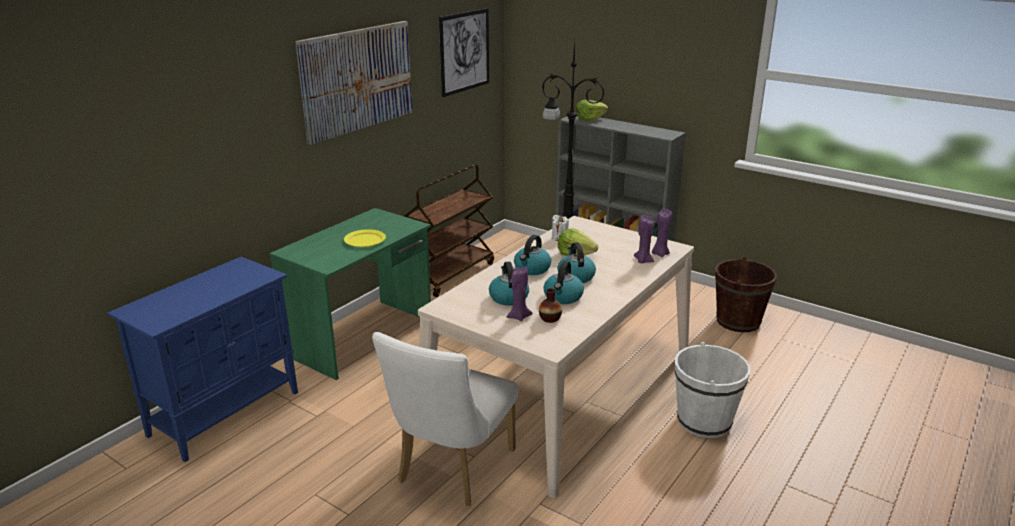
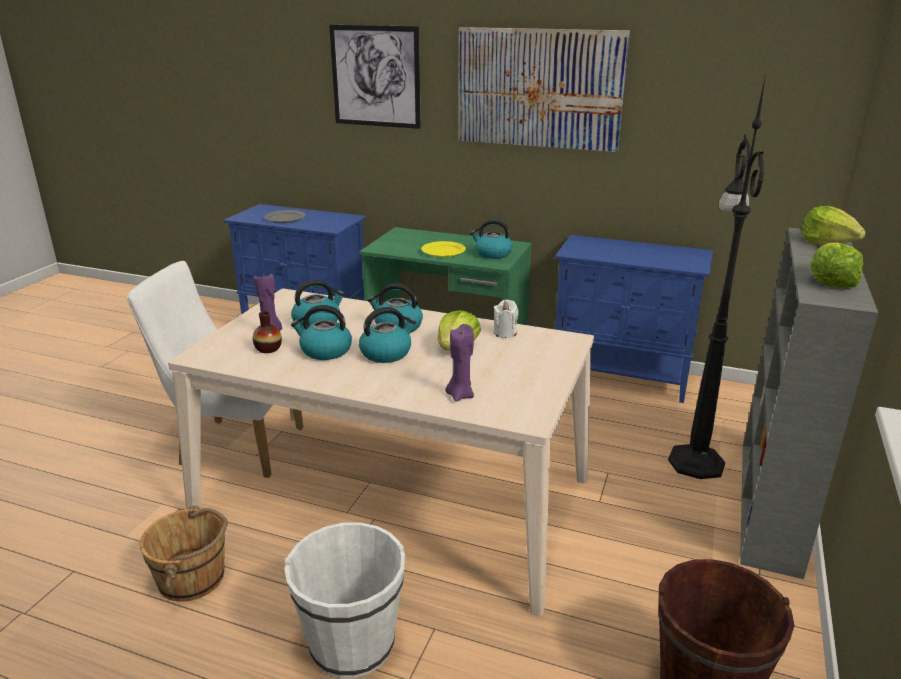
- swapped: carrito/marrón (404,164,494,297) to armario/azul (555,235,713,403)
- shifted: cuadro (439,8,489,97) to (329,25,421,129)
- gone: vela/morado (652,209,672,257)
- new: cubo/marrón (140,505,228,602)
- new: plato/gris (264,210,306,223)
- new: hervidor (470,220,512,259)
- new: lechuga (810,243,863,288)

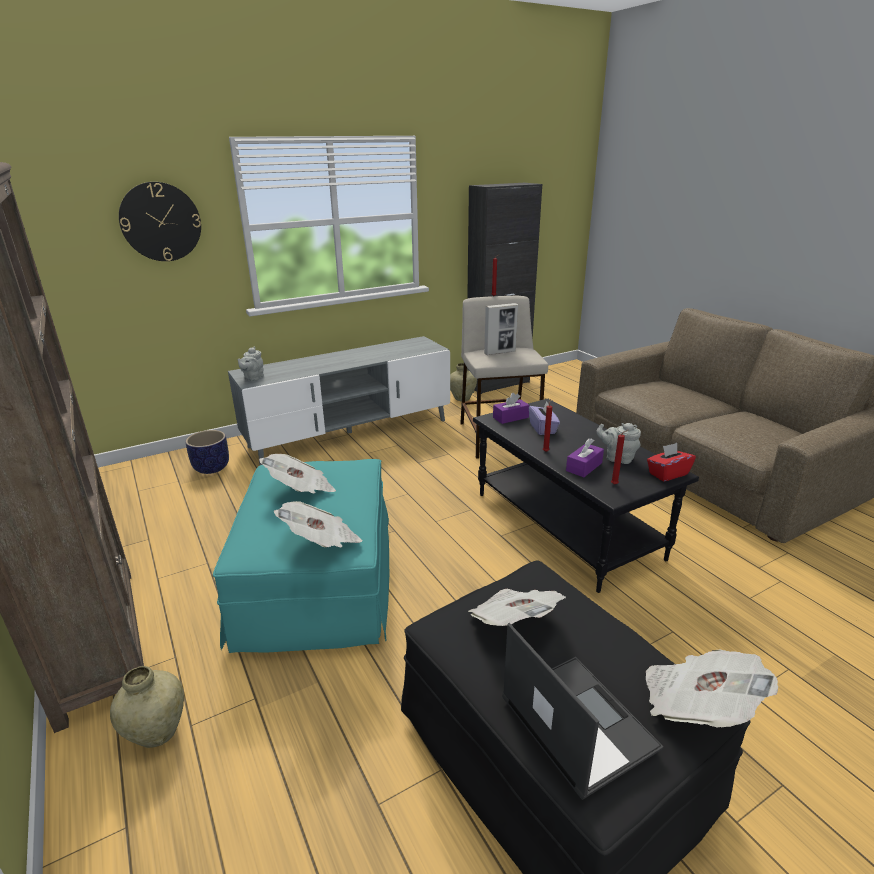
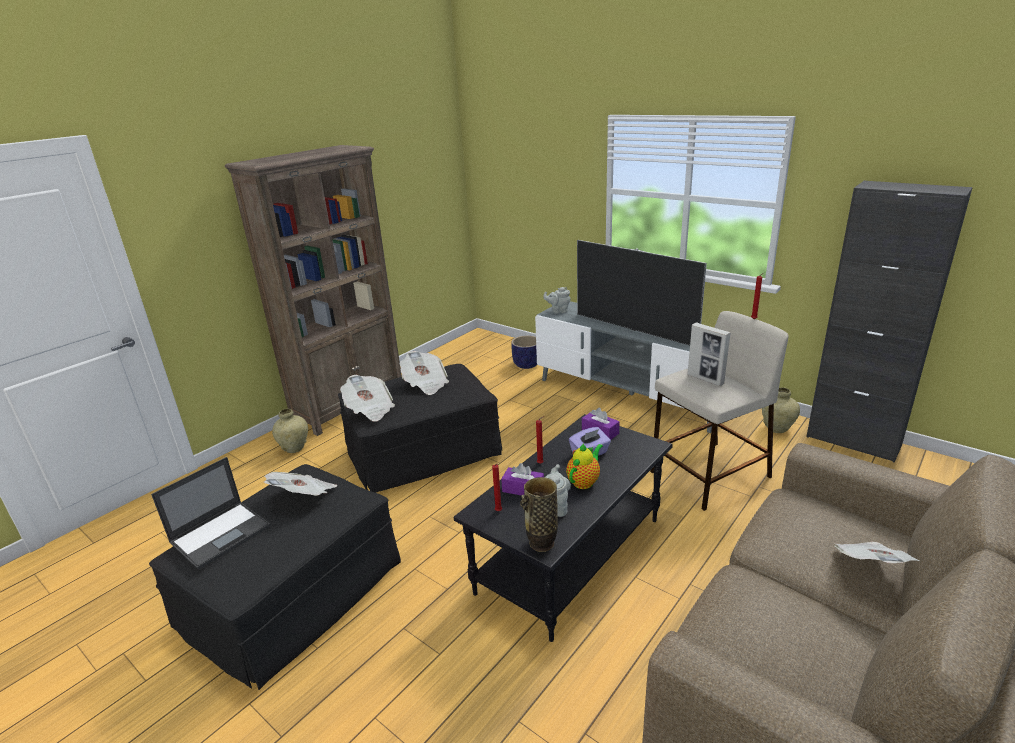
- gone: reloj de pared (119,182,201,261)
- repainted: puf/turquesa (213,459,389,653) to puf/negro (338,364,502,493)
- shifted: periódico (646,649,778,728) to (834,542,919,563)
- swapped: caja de pañuelos/rojo (647,443,696,482) to florero (520,477,558,552)
- new: tetera (566,444,603,489)
- new: televisor (577,240,707,346)

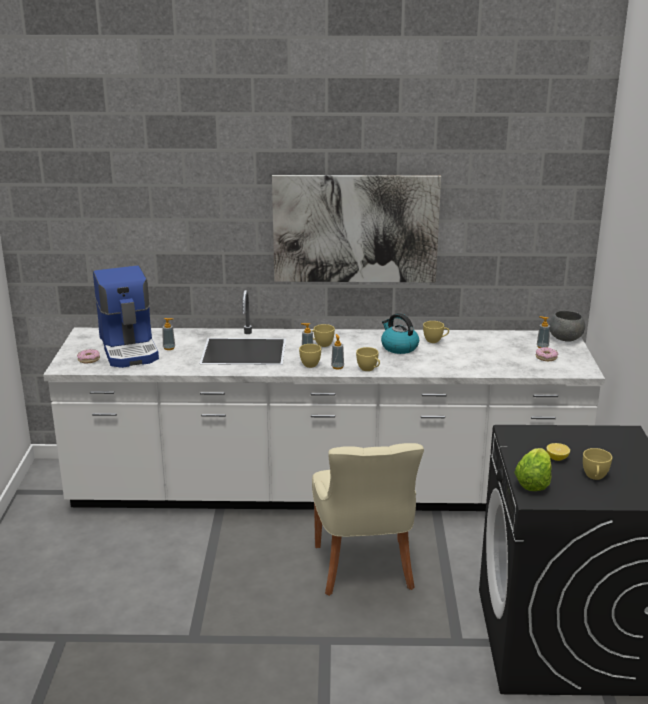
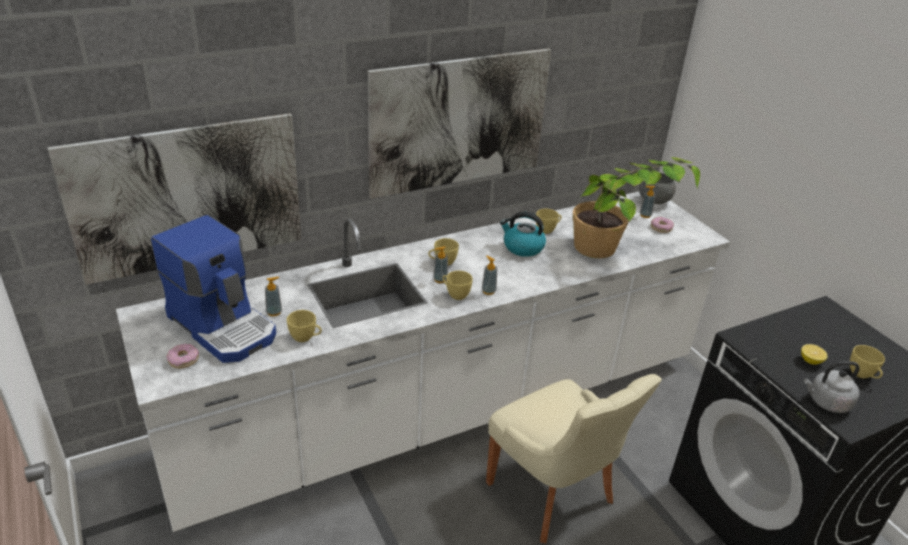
- shifted: taza/amarillo (356,347,380,371) to (287,310,322,342)
- swapped: lechuga (514,448,552,491) to hervidor/gris (804,361,860,413)
- new: cuadro (48,113,301,285)
- new: planta en maceta (573,157,700,258)

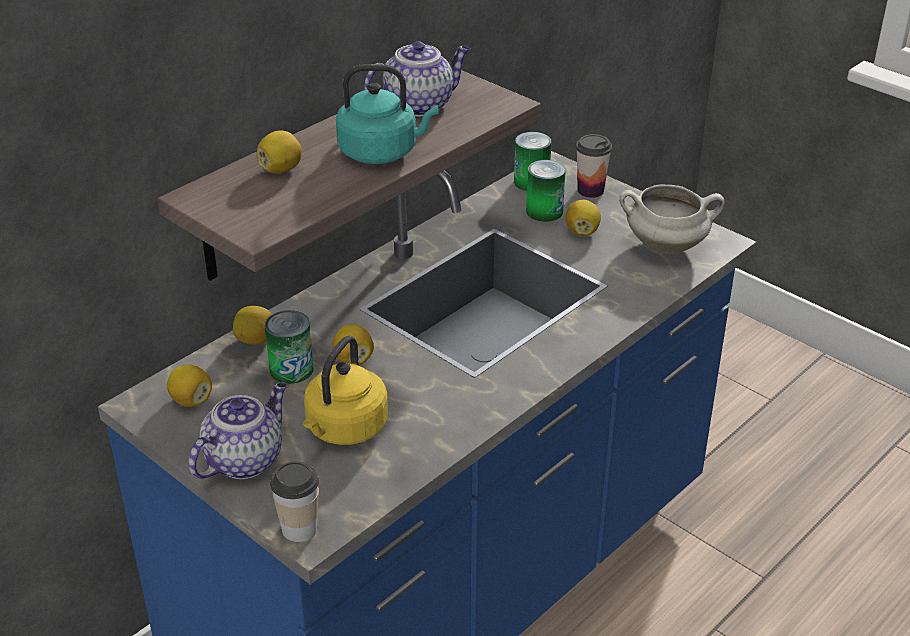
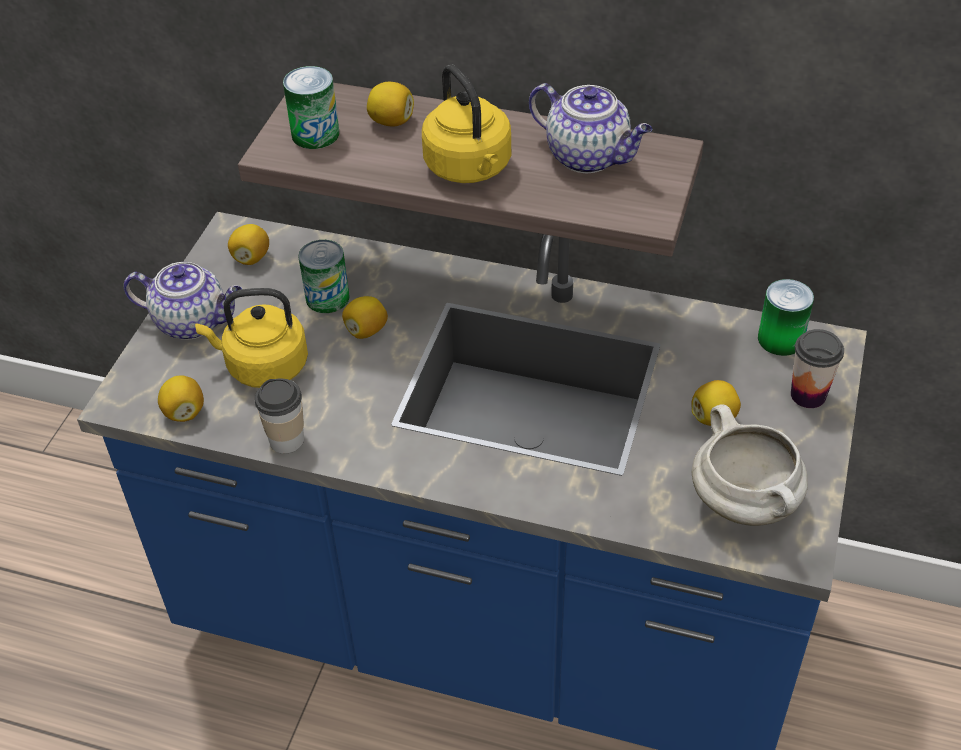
- shifted: limón (233,306,272,345) to (158,375,204,422)
- shifted: taza (270,461,319,542) to (255,379,304,454)
- repainted: hervidor/turquesa (336,64,439,164) to hervidor/amarillo (422,64,511,183)
- shifted: lata (526,160,566,222) to (283,66,340,149)

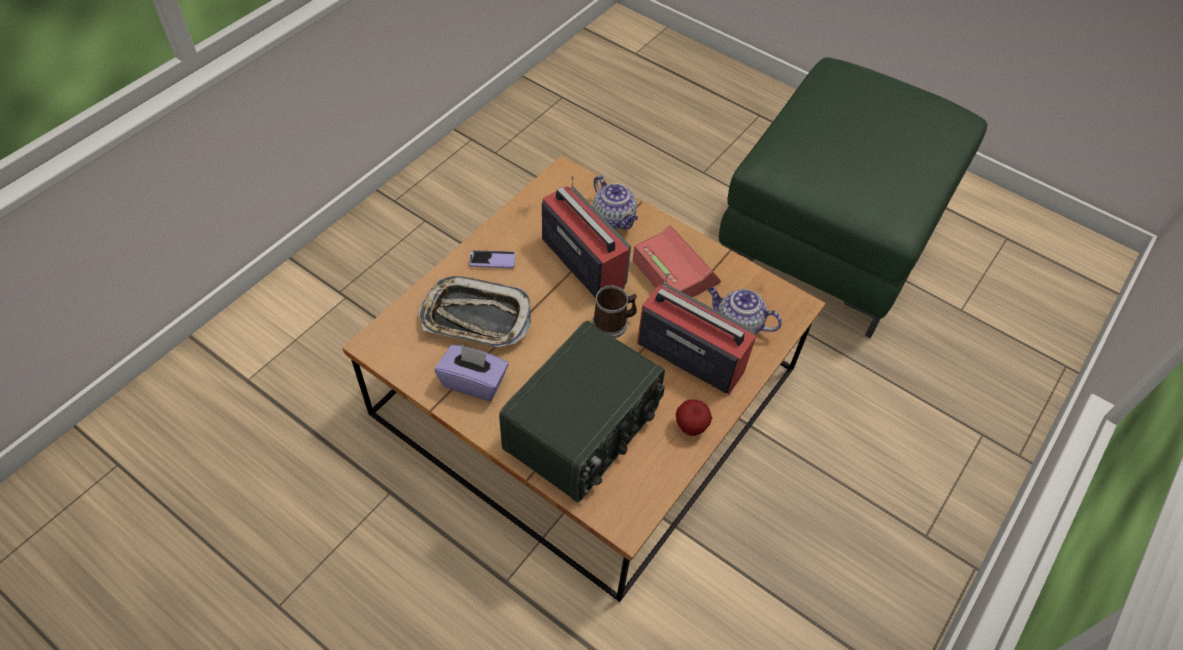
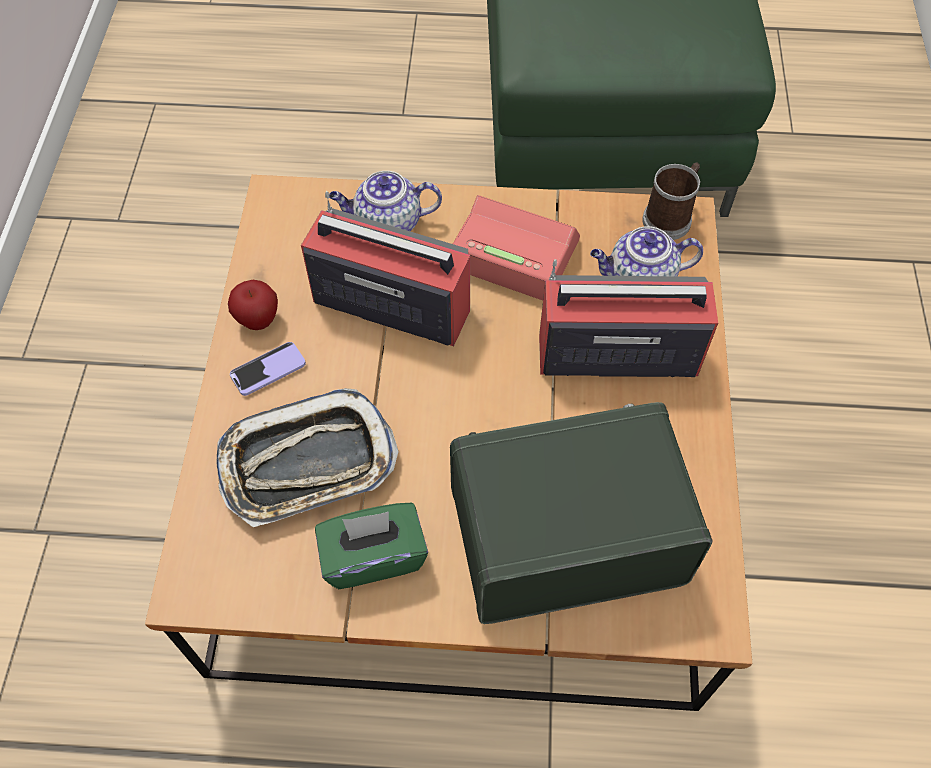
- repainted: caja de pañuelos/morado (435,344,509,401) to caja de pañuelos/verde (315,503,428,589)
- rotated: radio (499,321,665,502) = (450,402,713,624) 105 degrees counterclockwise
- shifted: taza grande (592,285,637,338) to (642,163,701,240)
- rotated: tetera (593,175,638,230) = (329,171,442,231) 150 degrees clockwise
- shifted: manzana (676,399,712,436) to (228,280,278,330)

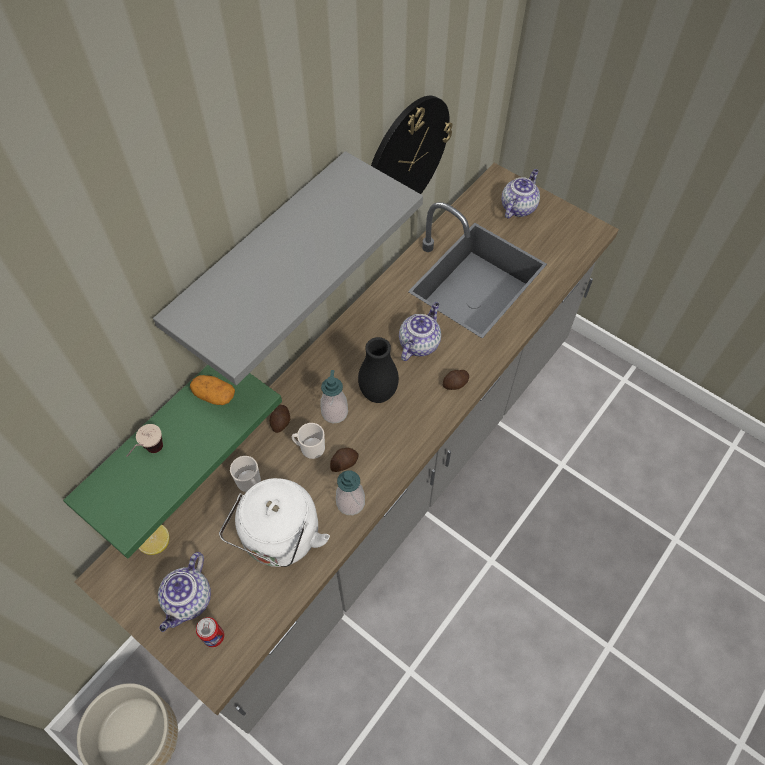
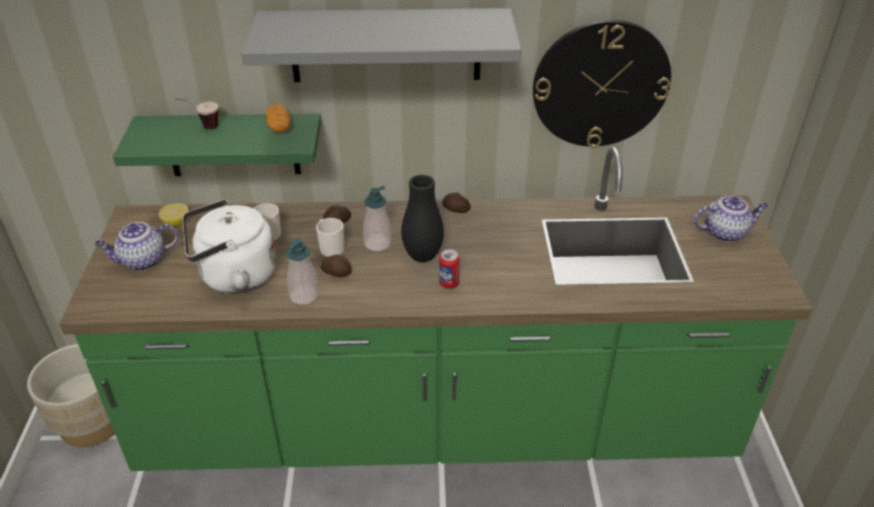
- repainted: mueble bajo de cocina/gris (74,163,619,734) to mueble bajo de cocina/verde (59,147,813,471)
- shifted: lata (196,617,224,647) to (439,249,460,289)
- gone: tetera (399,302,441,361)
- shifted: patata (443,370,469,390) to (442,192,471,213)

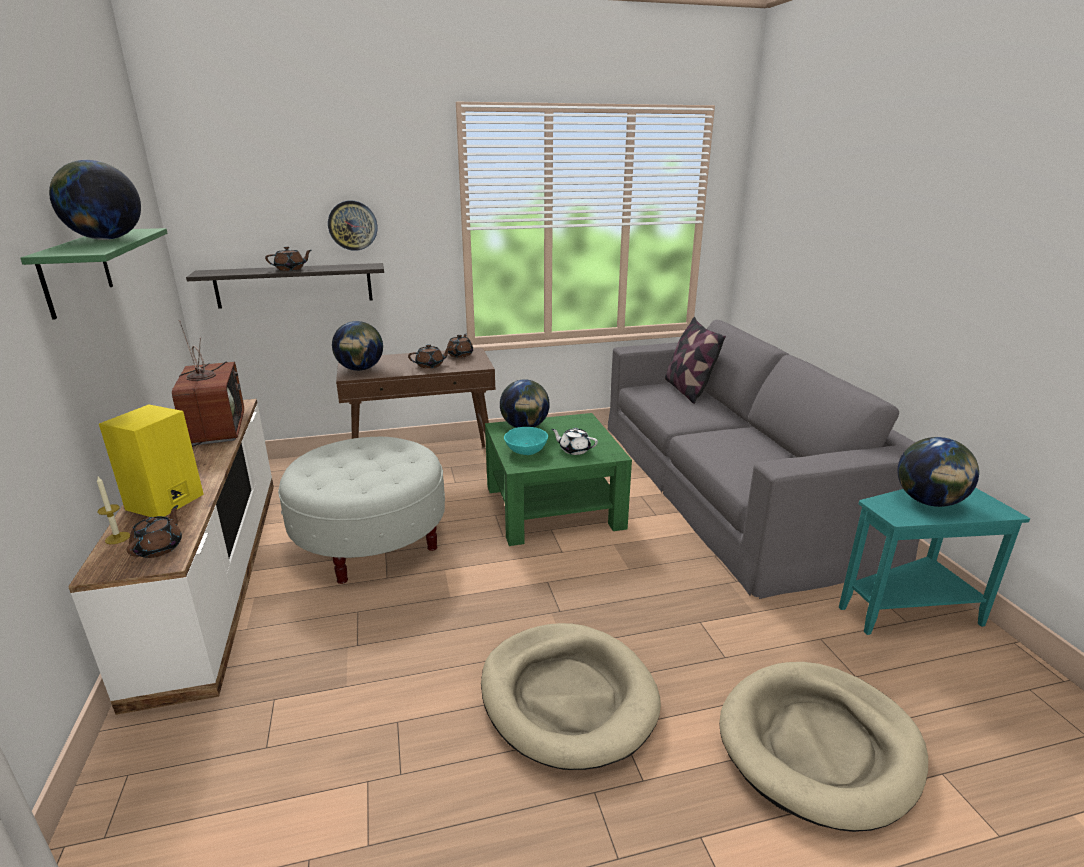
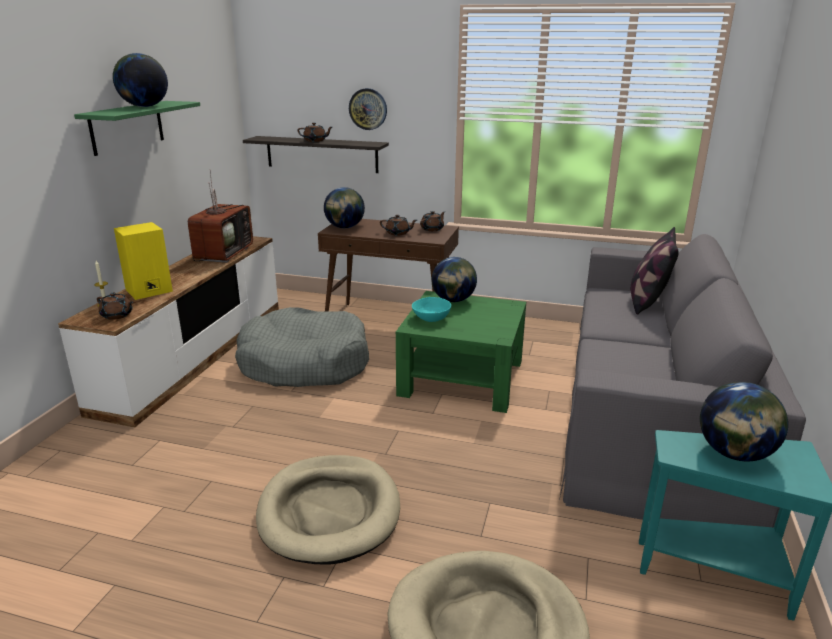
- rotated: tetera/marrón (127,505,182,558) = (97,293,133,320) 75 degrees clockwise
- swapped: puf/blanco (278,437,445,584) to cama para perro/gris (235,307,369,387)
- gone: tetera/blanco (551,428,598,455)

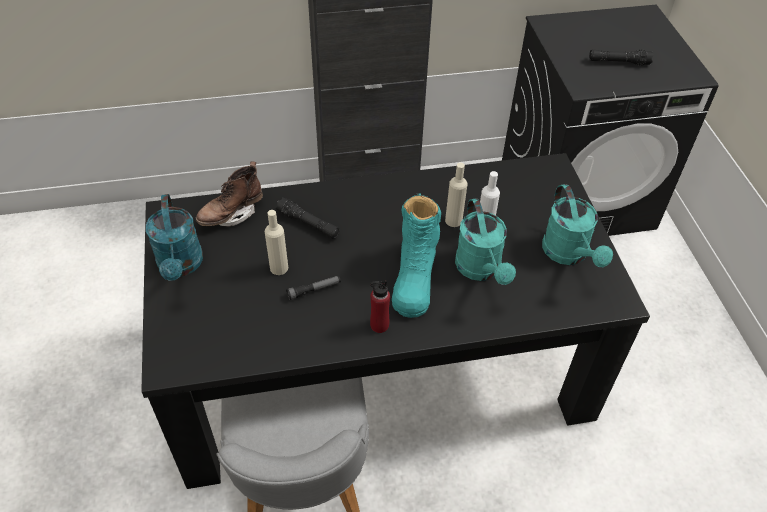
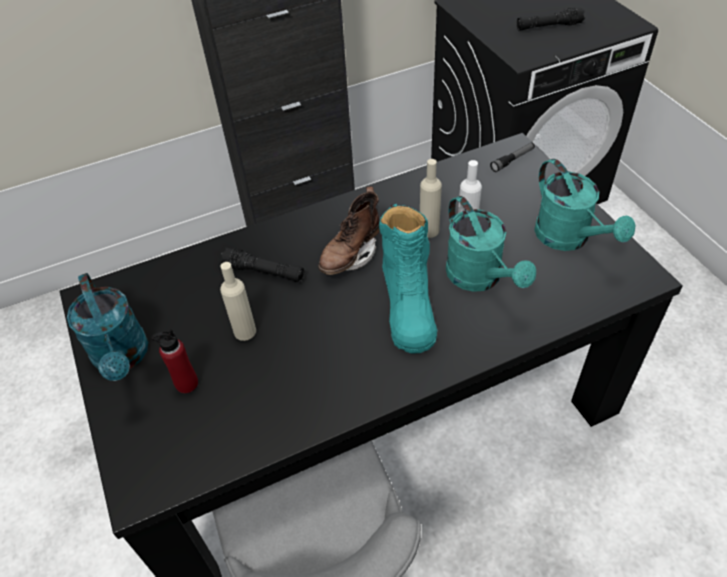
- shifted: bota/marrón (196,162,263,226) to (318,186,380,275)
- shifted: linterna (286,276,341,300) to (490,142,535,172)
- shifted: botella/rojo (370,280,390,333) to (152,328,198,393)

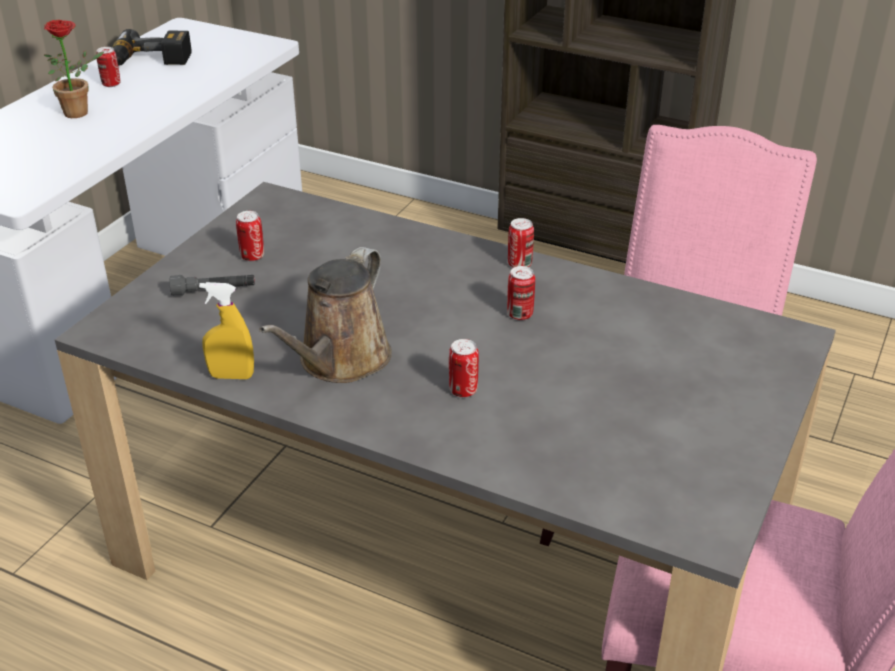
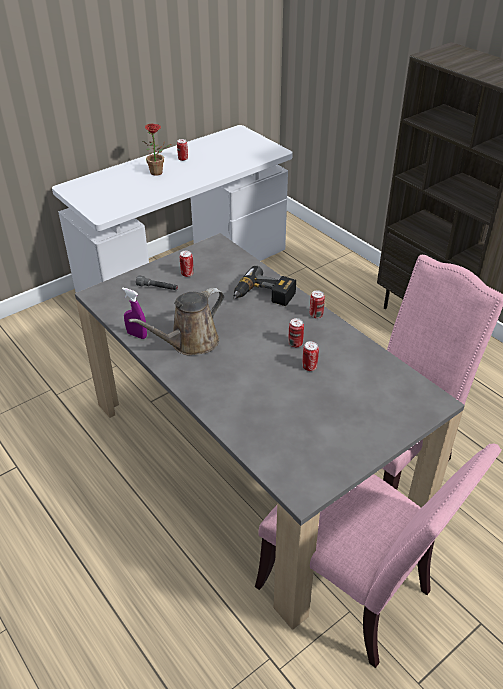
- shifted: taladro (112,29,192,66) to (233,266,296,306)
- repainted: pulverizador/amarillo (199,282,254,379) to pulverizador/morado (122,288,147,339)
- shifted: lata (449,339,479,397) to (302,341,319,371)

